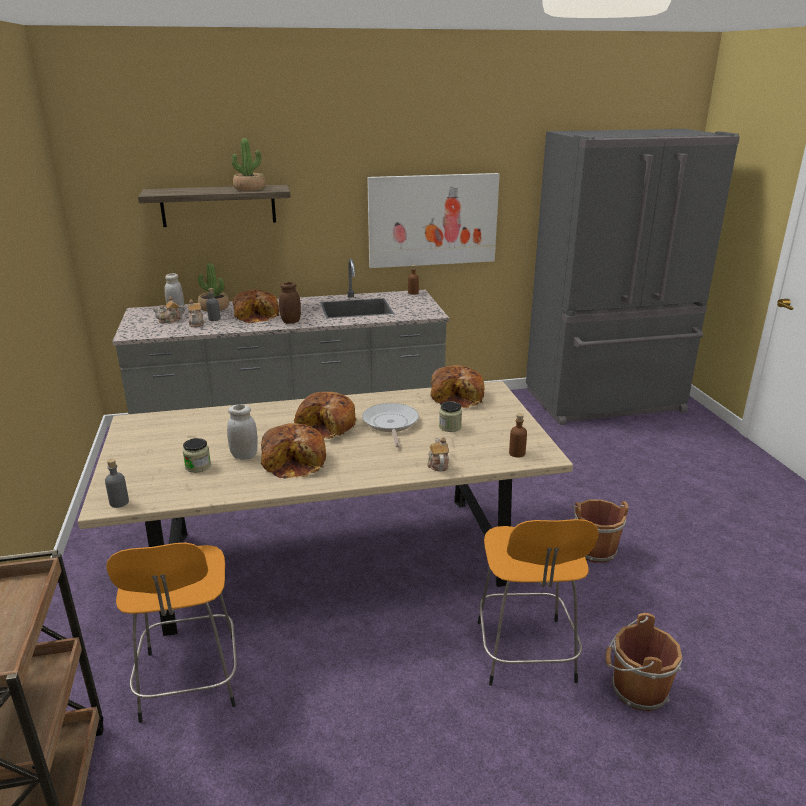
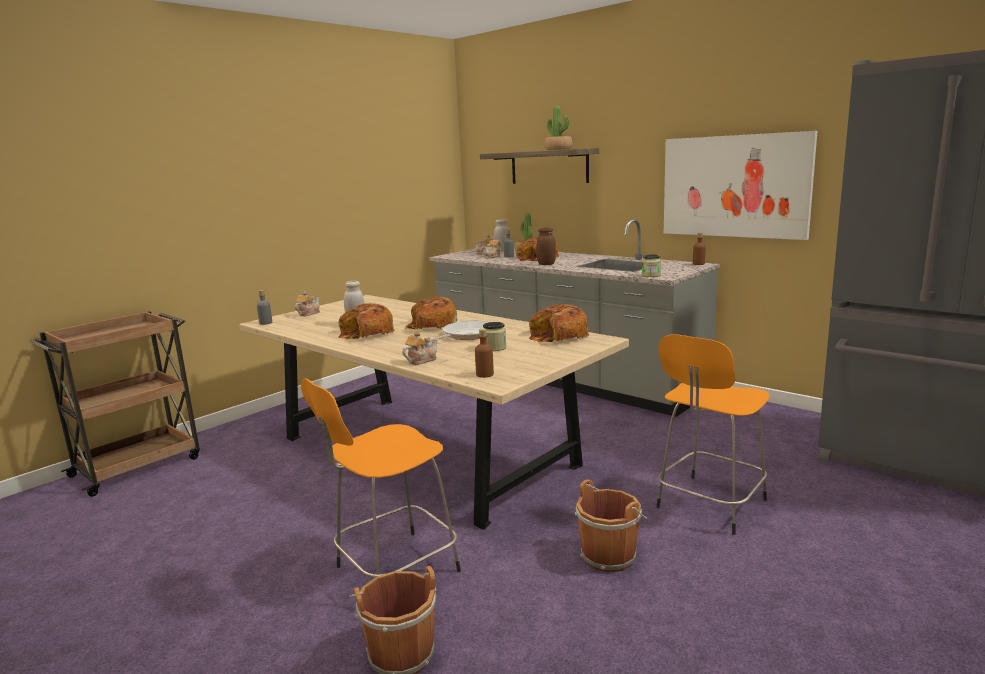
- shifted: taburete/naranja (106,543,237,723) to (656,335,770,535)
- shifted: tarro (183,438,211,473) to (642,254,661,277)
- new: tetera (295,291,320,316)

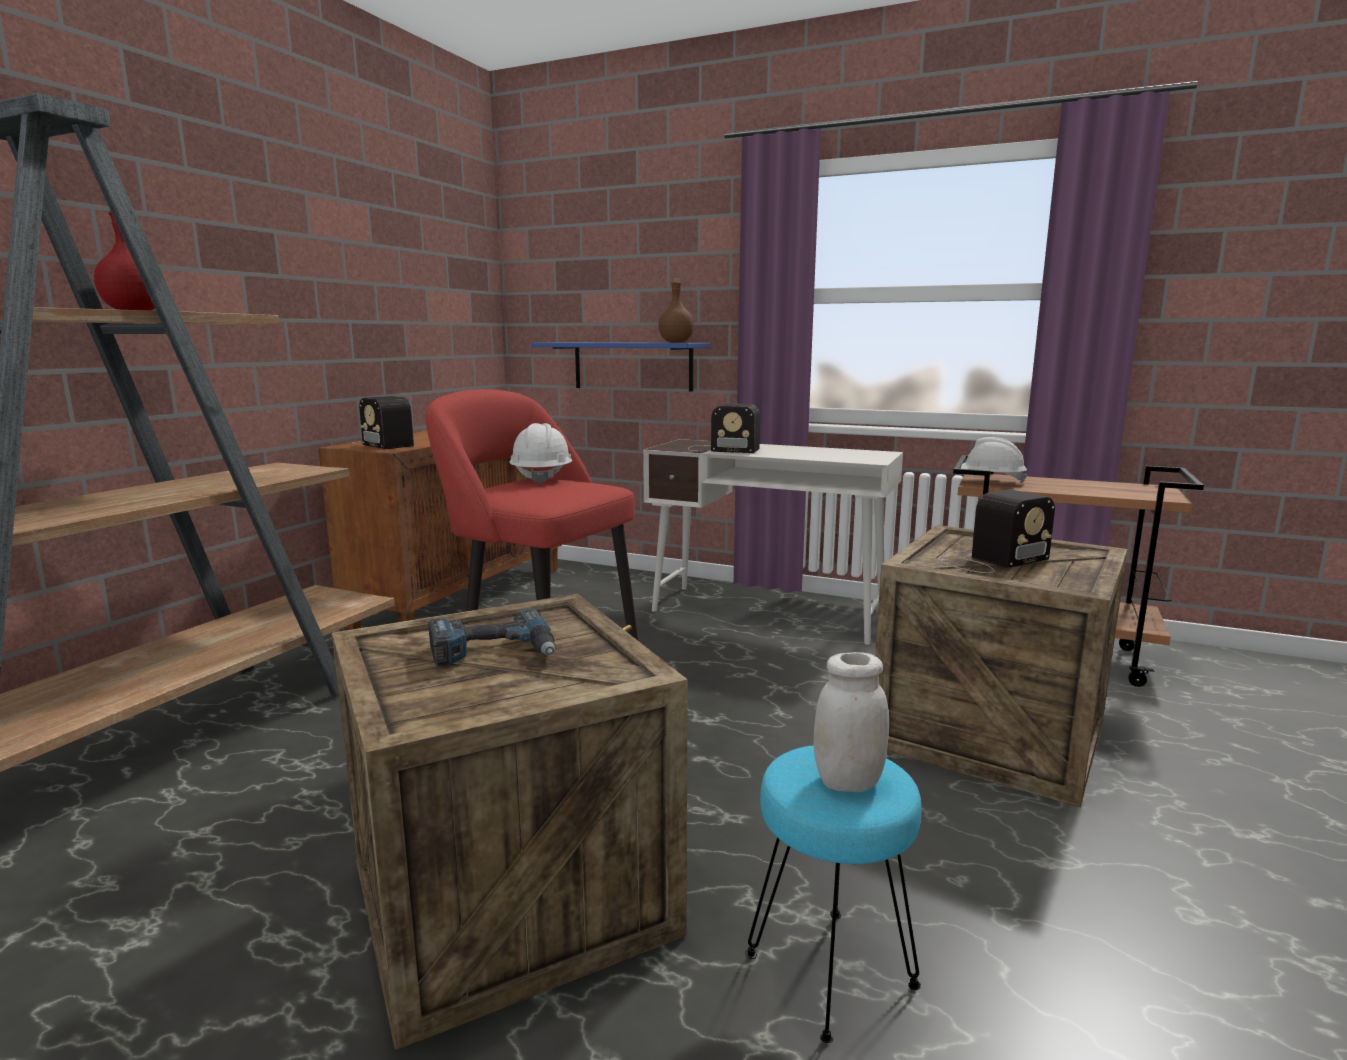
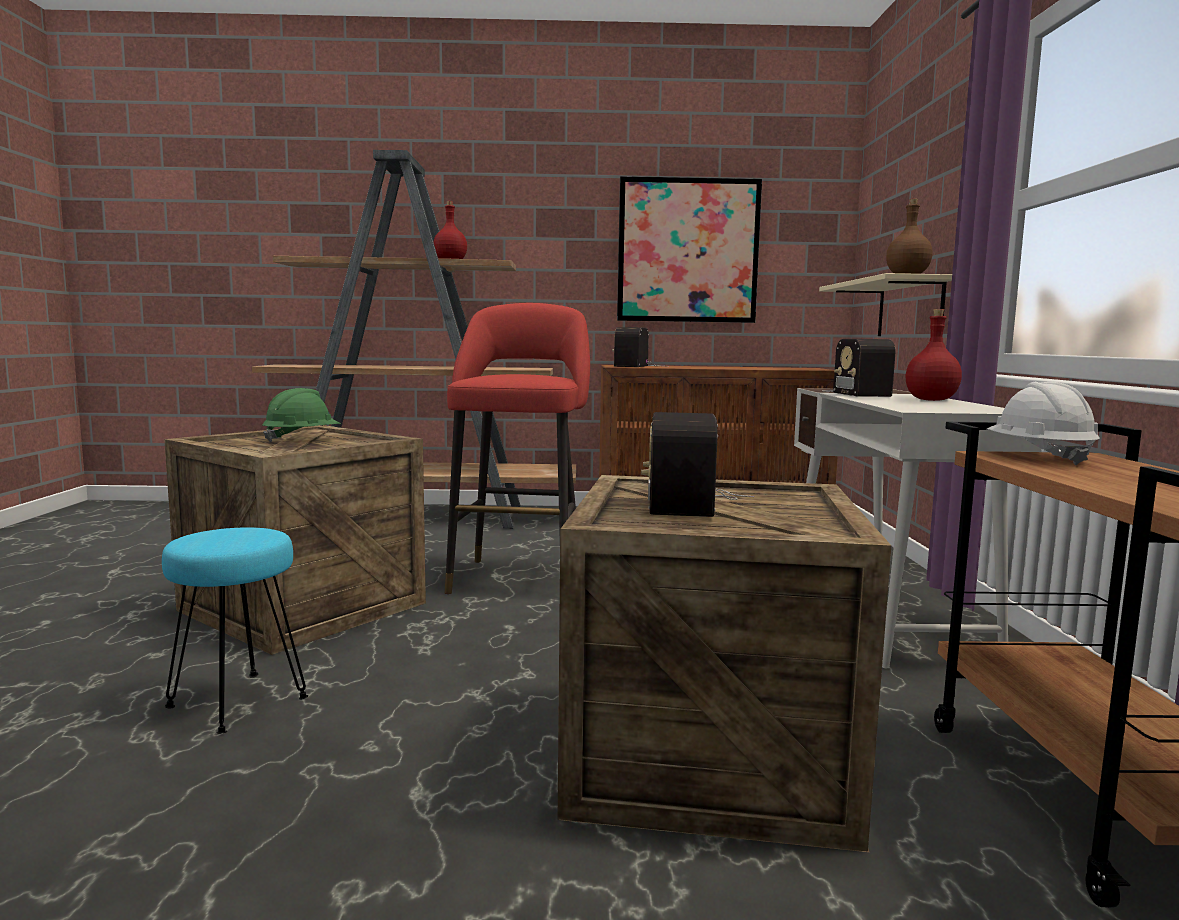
- swapped: taladro (428,608,556,666) to casco/verde (262,388,341,442)
- gone: casco/blanco (509,423,573,485)
- repainted: estante/azul (531,342,710,392) to estante/beis (819,273,952,336)
- gone: tarro/blanco (813,652,889,792)
- rotated: radio (936,490,1055,573) = (641,412,754,517) 60 degrees clockwise
- new: cuadro (617,176,762,323)
- new: botella/rojo (905,309,962,401)

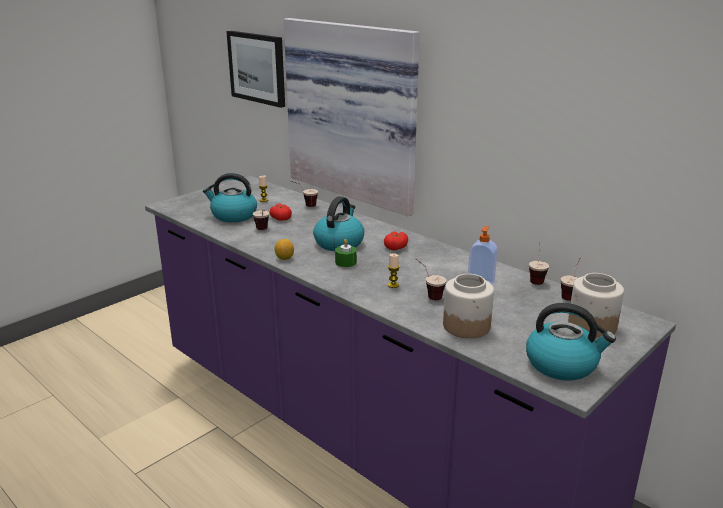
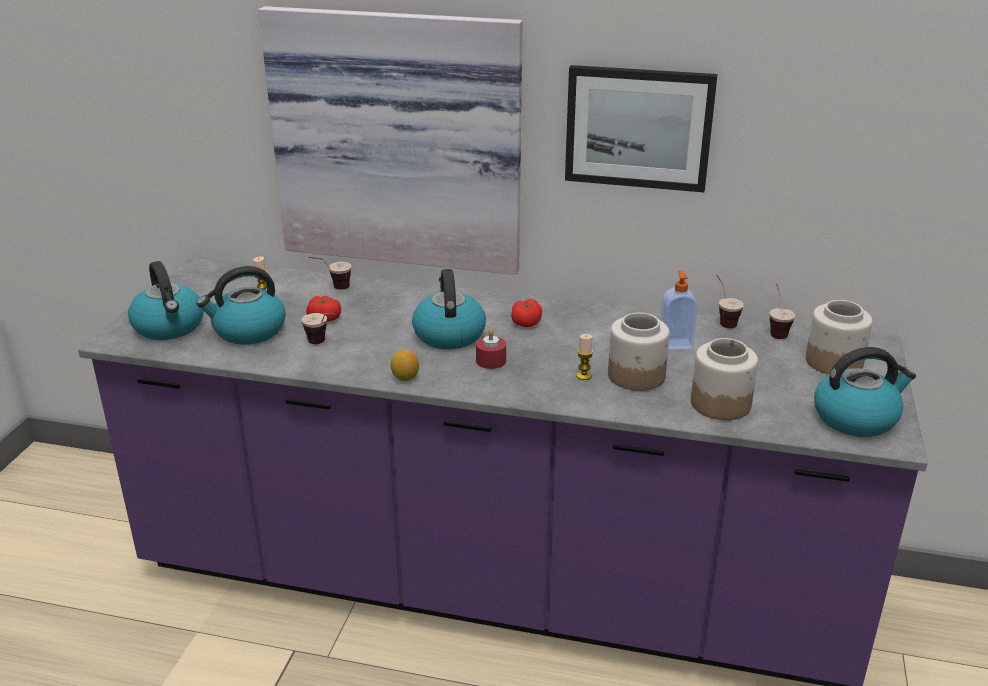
- shifted: cuadro (226,31,285,108) to (565,65,718,192)
- repainted: vela/verde (335,239,357,267) to vela/rojo (476,329,506,369)
- swapped: taza (416,259,446,300) to tarro (608,313,670,391)
- new: hervidor (128,261,204,340)

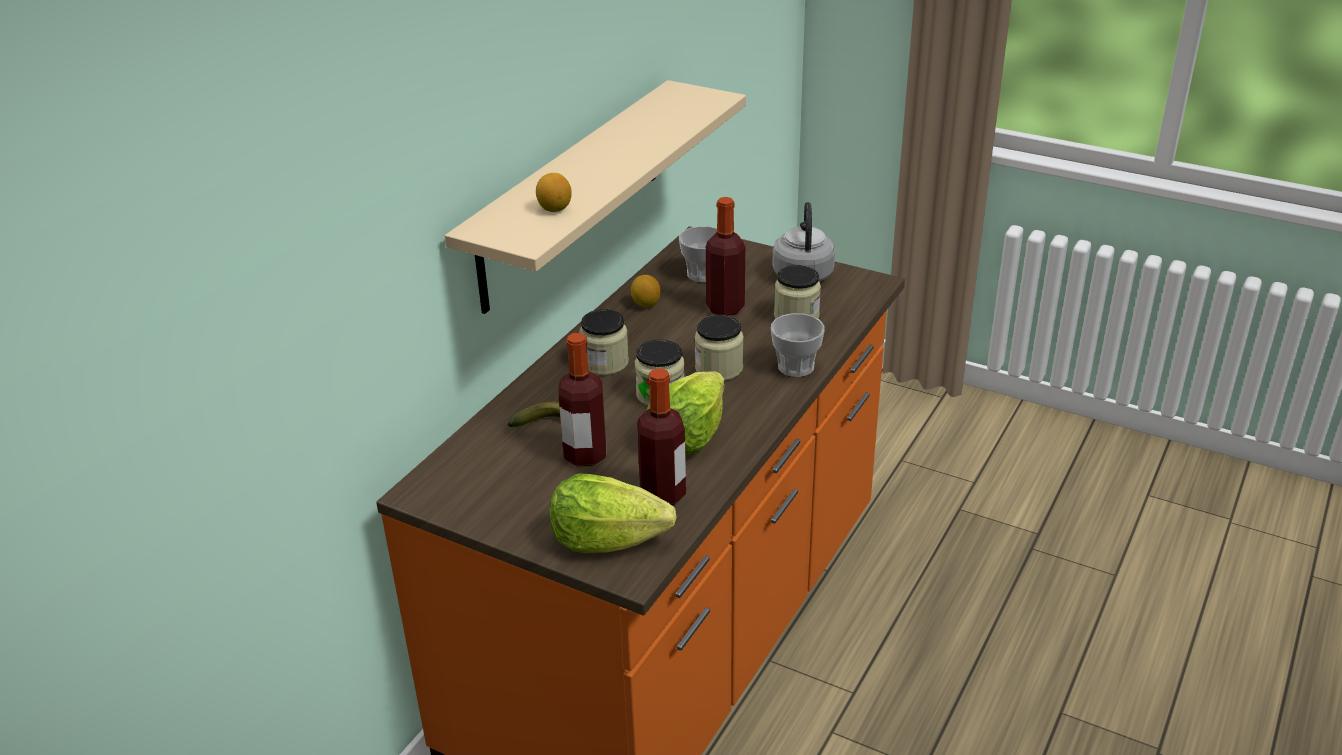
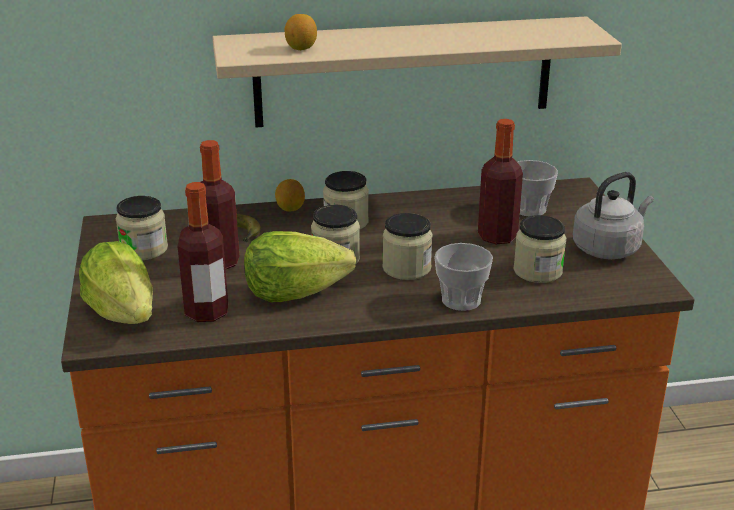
- shifted: limón (630,275,661,308) to (275,179,305,211)
- new: tarro (116,196,168,260)

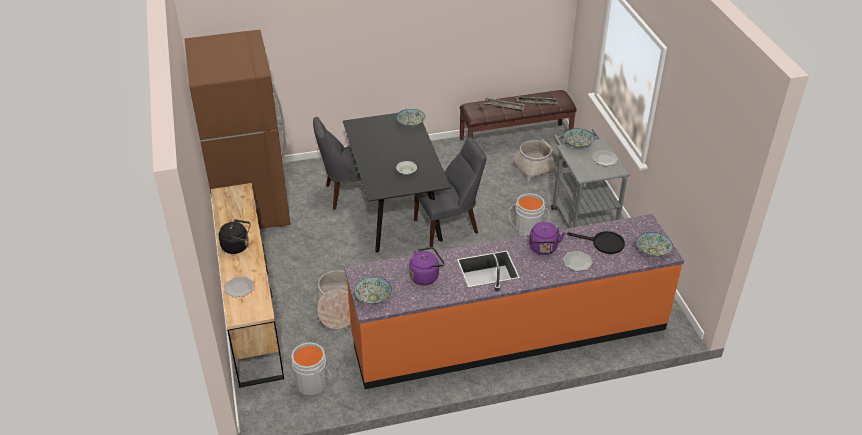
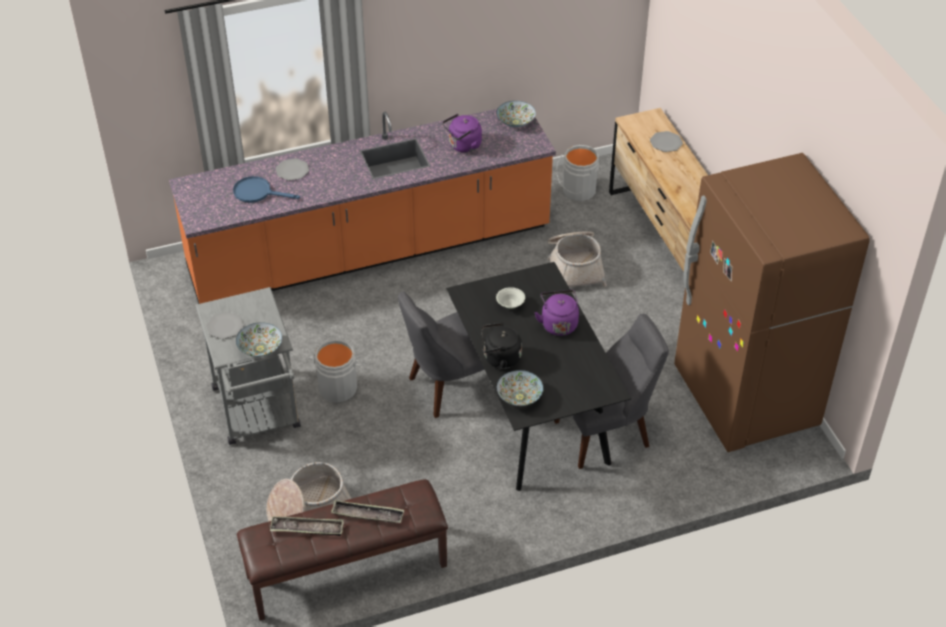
- shifted: hervidor/negro (219,219,250,254) to (481,323,522,369)
- shifted: hervidor/morado (529,222,565,255) to (534,290,579,336)
- repainted: sartén/negro (567,231,625,254) to sartén/azul (233,176,300,203)
- gone: cuenco (637,232,673,257)

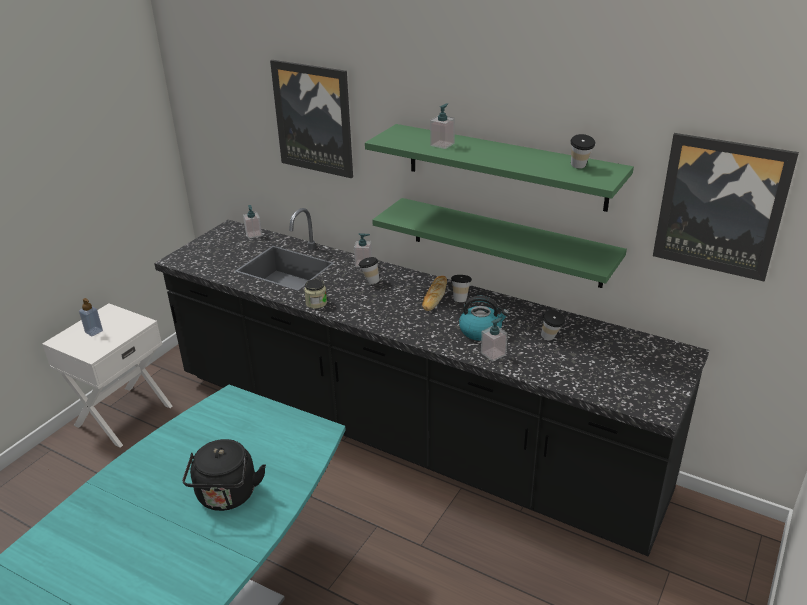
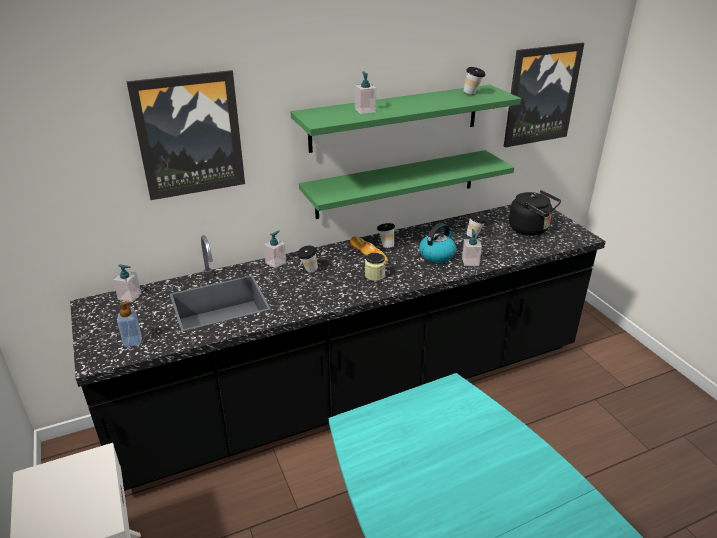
- shifted: dispensador de jabón (79,298,103,336) to (117,302,142,347)
- shifted: hervidor/negro (182,439,266,511) to (509,190,561,236)
- shifted: tarro (304,279,327,309) to (365,253,386,281)

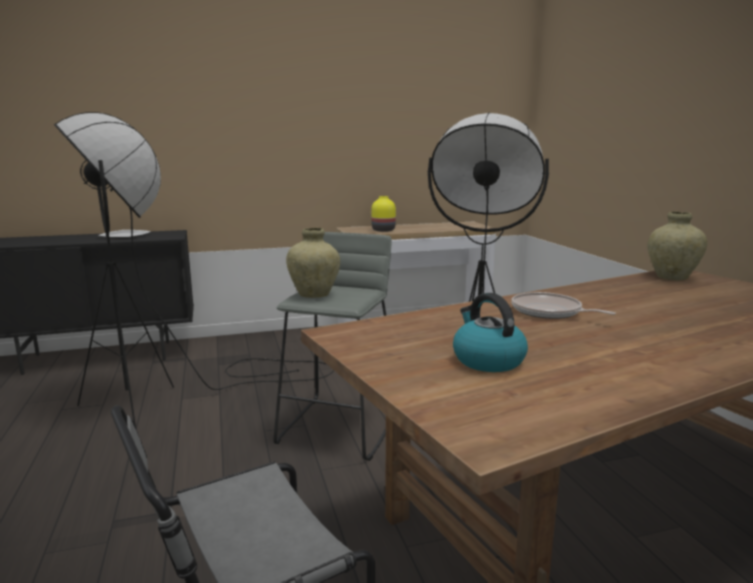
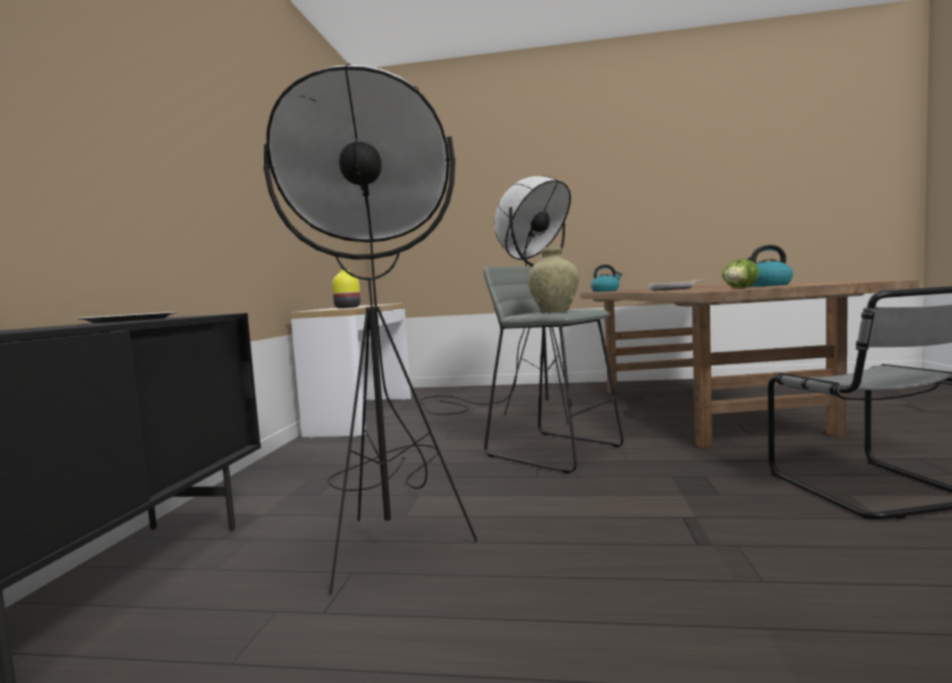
- swapped: florero/beis (647,211,707,280) to hervidor (591,265,622,292)
- new: lechuga (722,259,759,288)

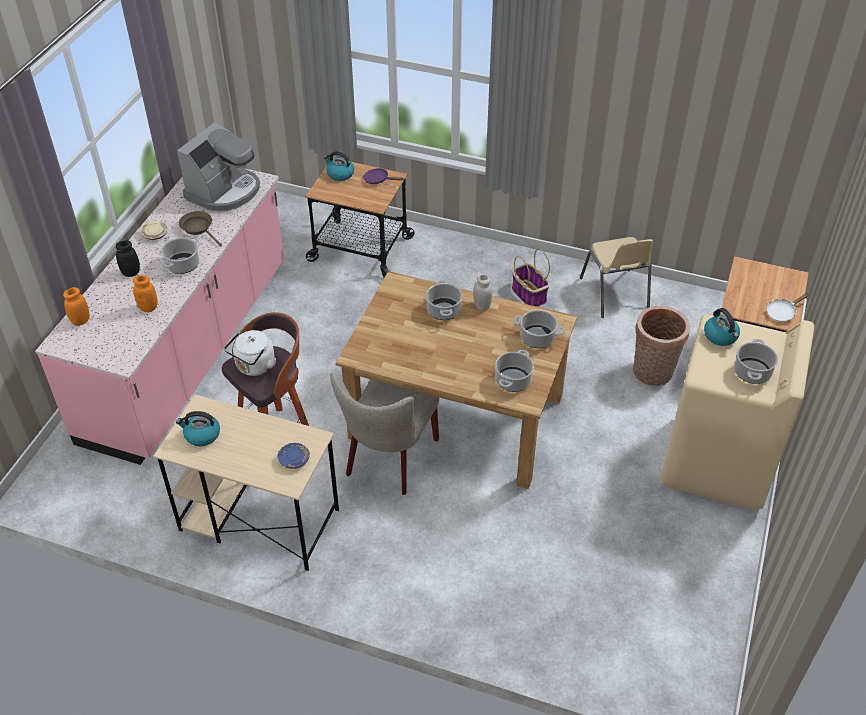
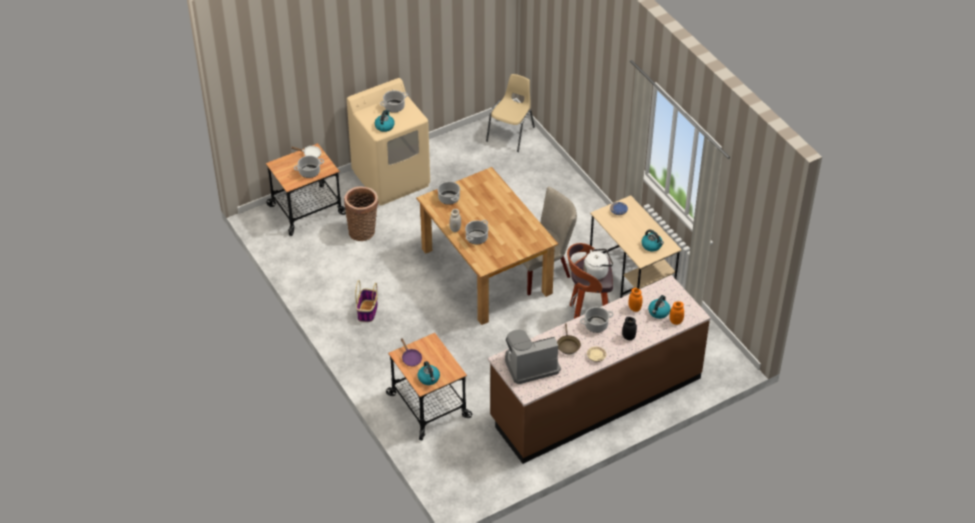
- repainted: mueble bajo de cocina/rosa (35,169,284,465) to mueble bajo de cocina/marrón (488,275,711,464)
- shifted: olla (495,350,534,392) to (294,155,324,178)
- shifted: silla/beis (580,237,653,318) to (486,74,535,152)
- new: hervidor (648,295,671,319)

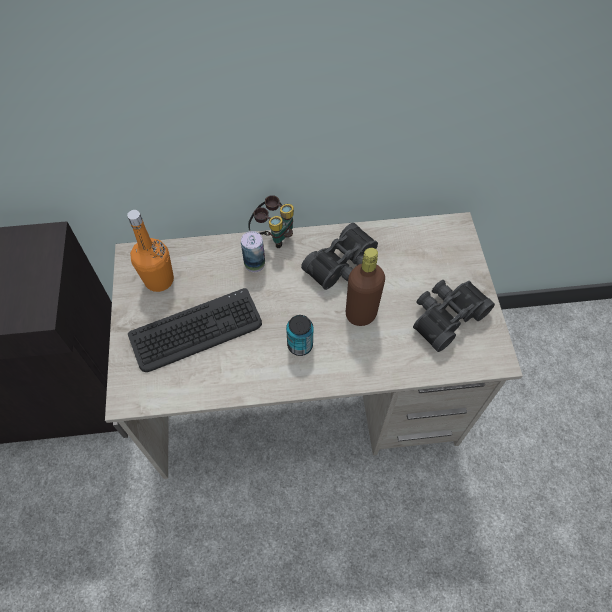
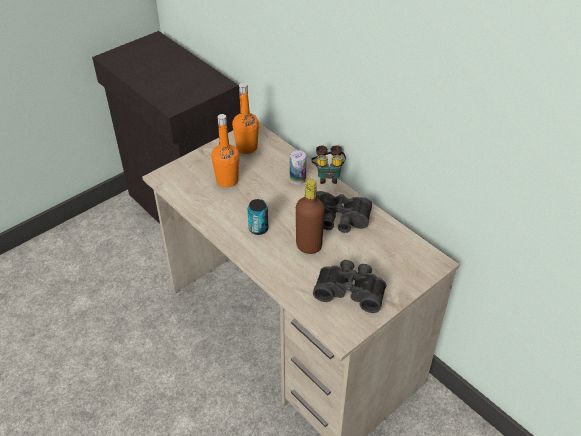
- swapped: teclado (128,288,262,372) to botella/naranja (211,114,239,187)

